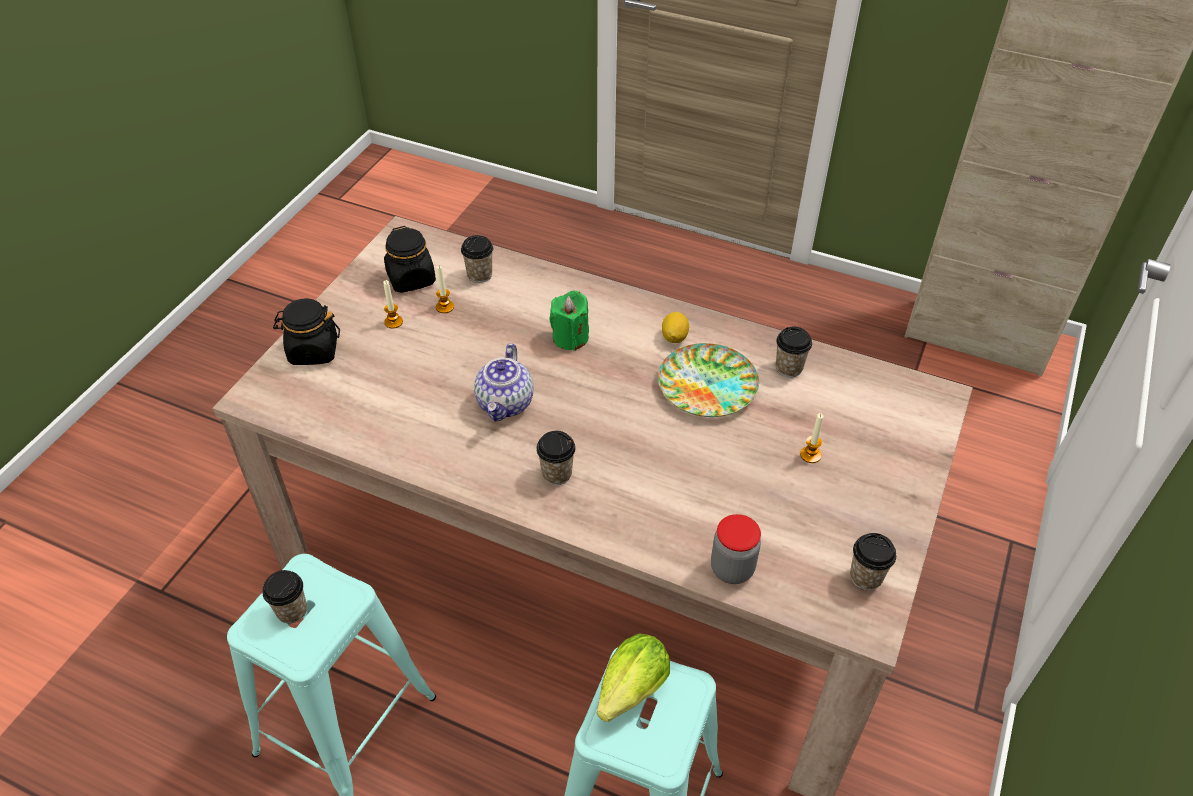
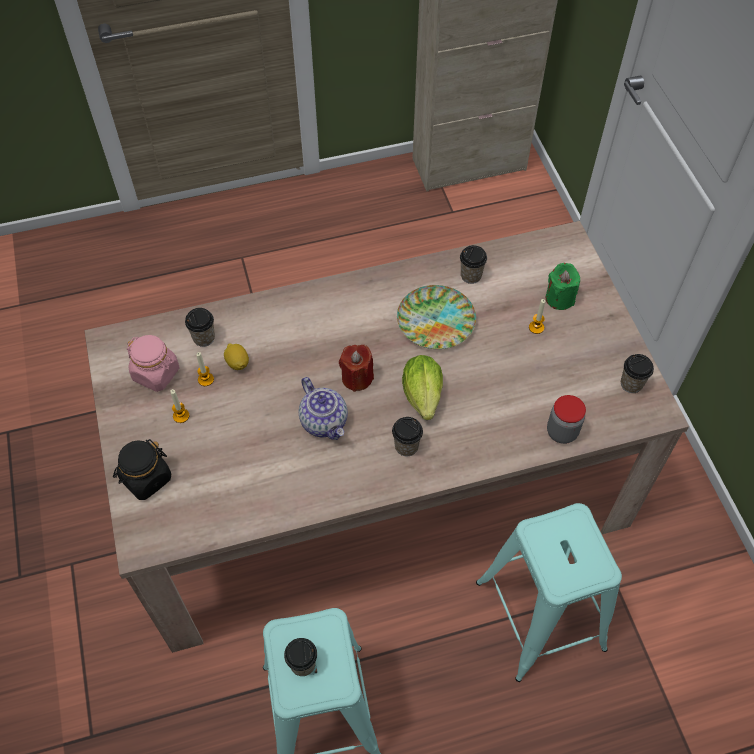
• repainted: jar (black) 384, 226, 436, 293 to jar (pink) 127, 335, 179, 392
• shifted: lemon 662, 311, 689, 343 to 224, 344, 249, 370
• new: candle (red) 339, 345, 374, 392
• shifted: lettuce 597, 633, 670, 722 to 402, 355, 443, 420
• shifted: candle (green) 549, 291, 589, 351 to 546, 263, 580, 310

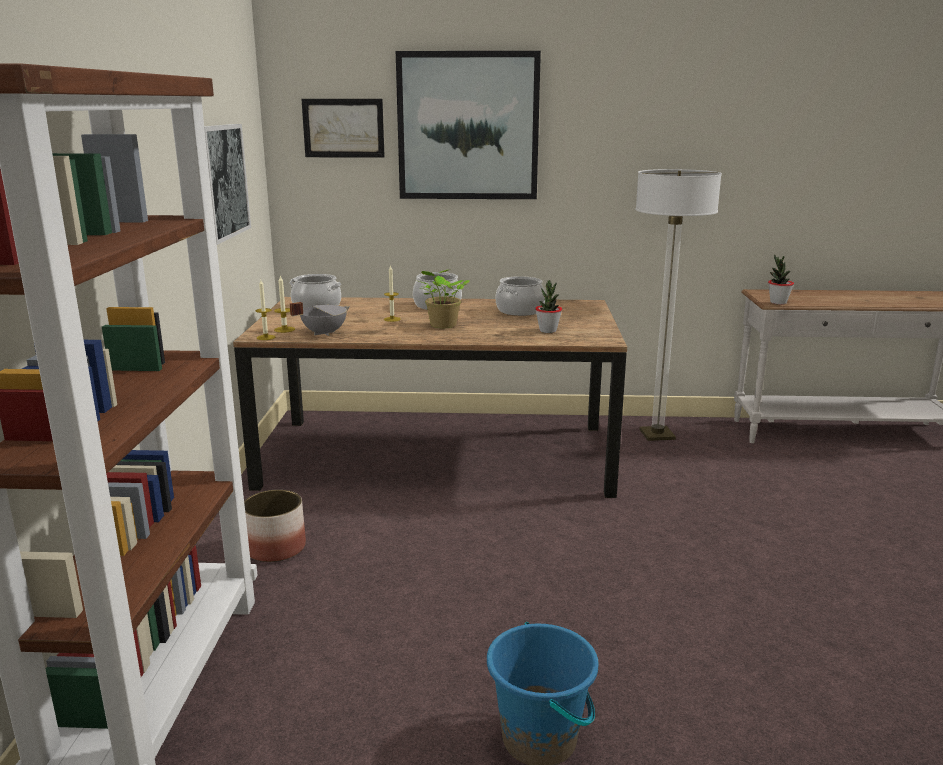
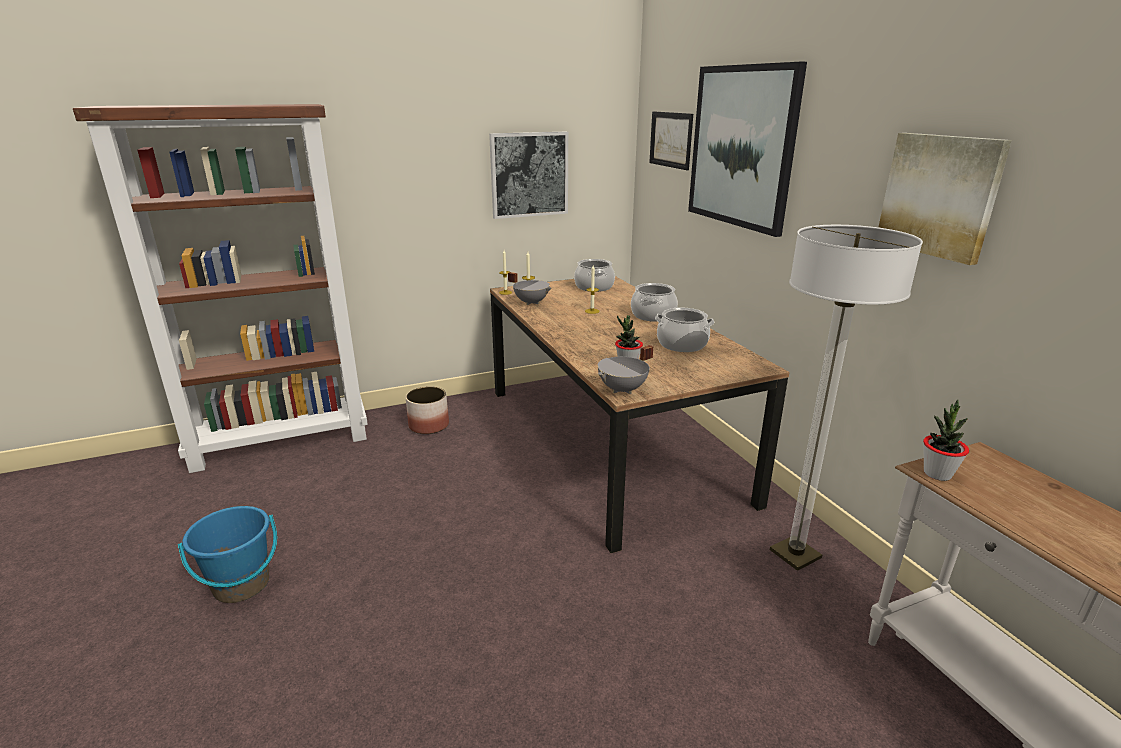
• new: cooking pot (grey) 598, 345, 653, 394
• new: picture 878, 133, 1012, 265
• gone: potted plant 415, 269, 469, 328

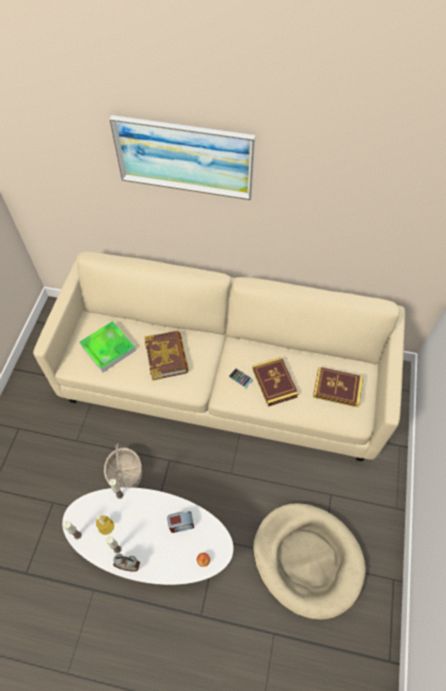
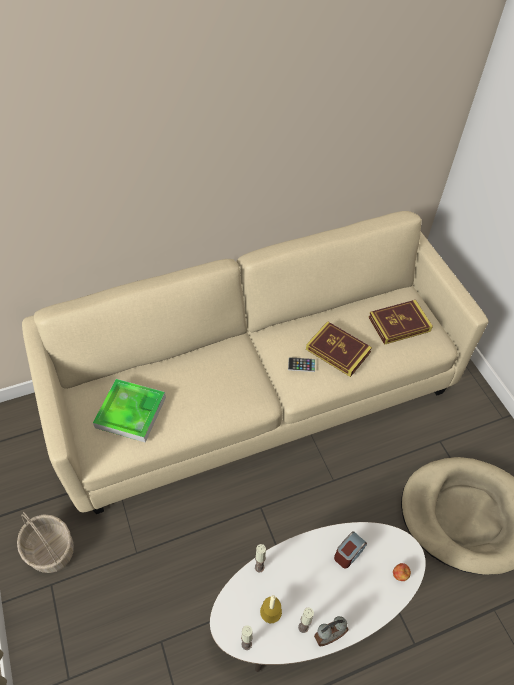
• shifted: basket 104, 443, 142, 488 to 17, 512, 74, 573
• gone: picture 109, 115, 255, 200
• gone: book 145, 331, 189, 381

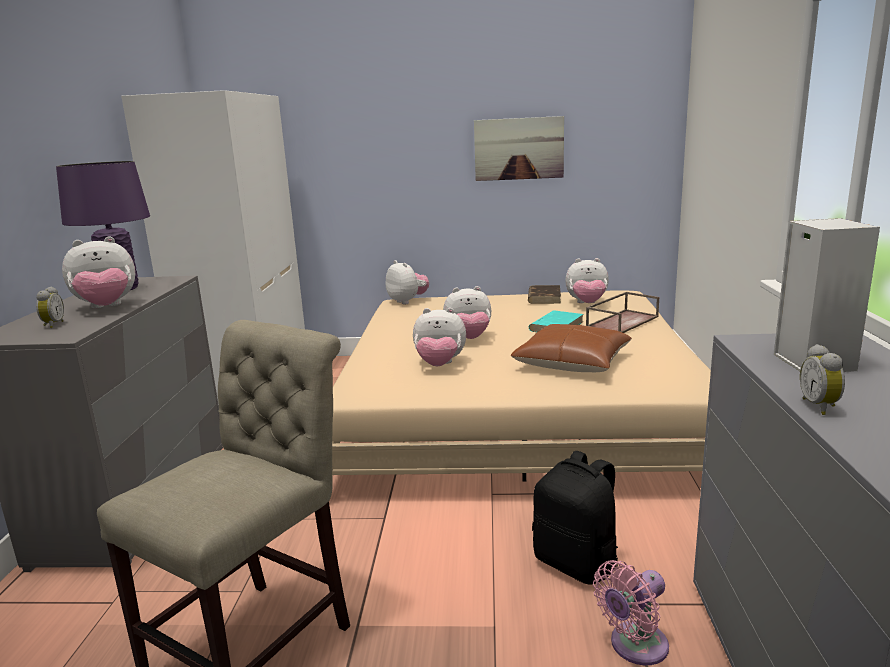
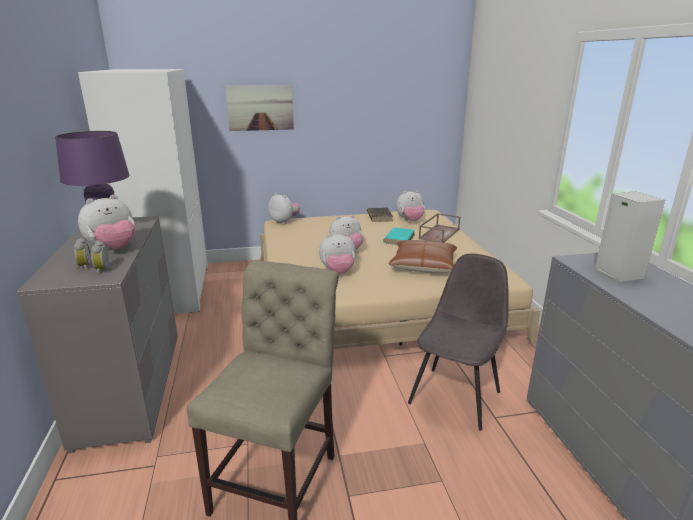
• shifted: alarm clock 800, 344, 845, 415 to 91, 241, 111, 274
• shifted: picture 474, 116, 564, 181 to 225, 85, 294, 131
• swapped: backpack (black) 532, 451, 618, 585 to chair (grey) 408, 254, 509, 431
• gone: fan (pink) 593, 560, 669, 665

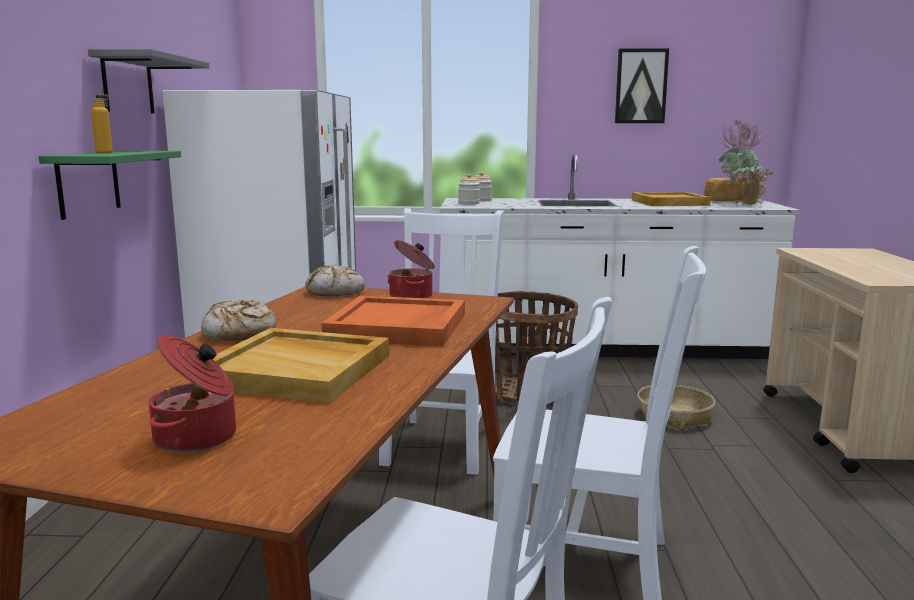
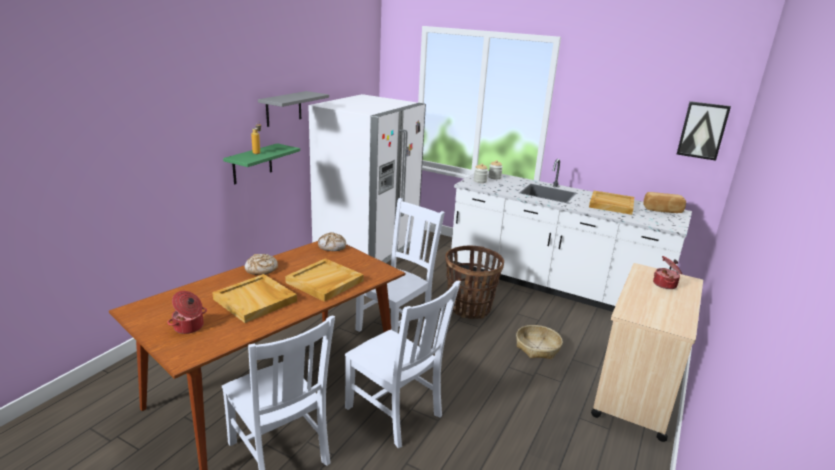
• repainted: tray (orange) 321, 296, 465, 347 to tray (beige) 285, 258, 364, 302
• shifted: cooking pot 388, 240, 434, 298 to 653, 256, 682, 289
• shifted: picture 615, 48, 669, 123 to 677, 101, 731, 161
• gone: potted plant 719, 119, 773, 205

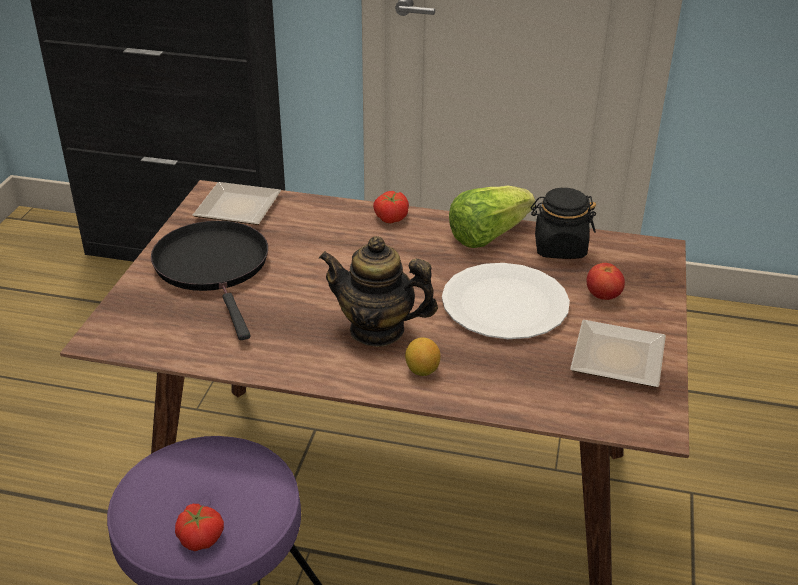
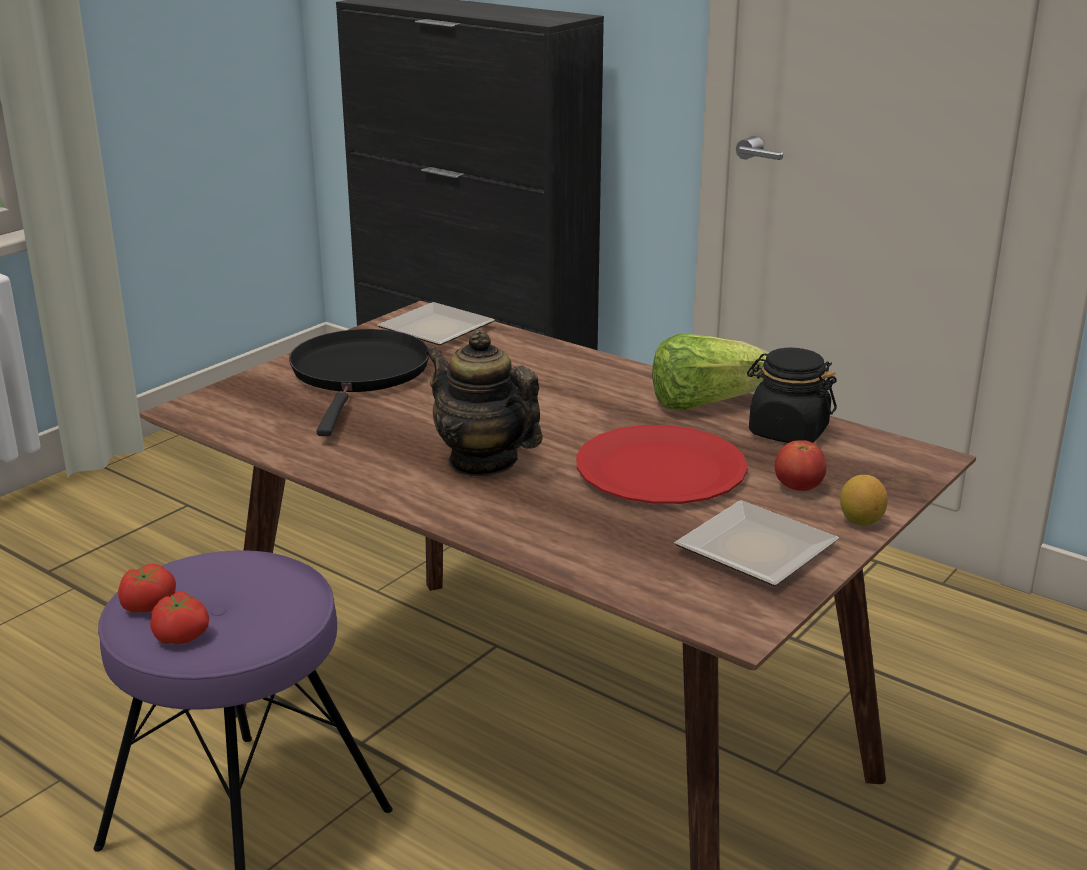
• shifted: tomato 373, 191, 409, 223 to 118, 564, 176, 613
• repainted: plate (white) 442, 263, 570, 339 to plate (red) 576, 425, 748, 504
• shifted: lemon 405, 337, 441, 376 to 840, 475, 888, 526

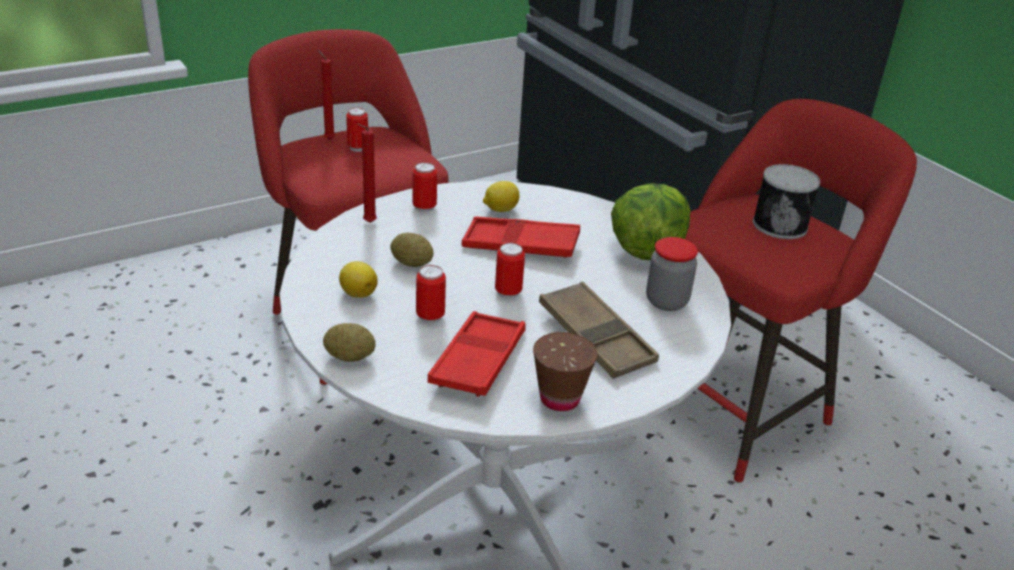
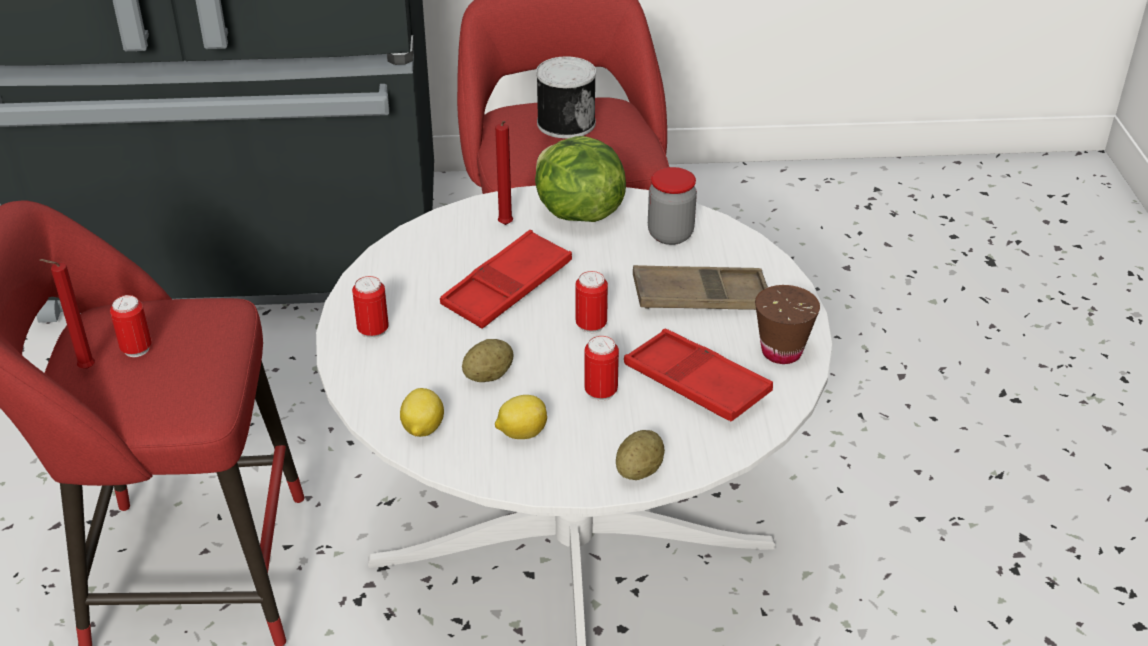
• shifted: lemon 483, 181, 519, 212 to 400, 388, 444, 437
• shifted: candle (red) 357, 123, 377, 223 to 495, 121, 513, 225

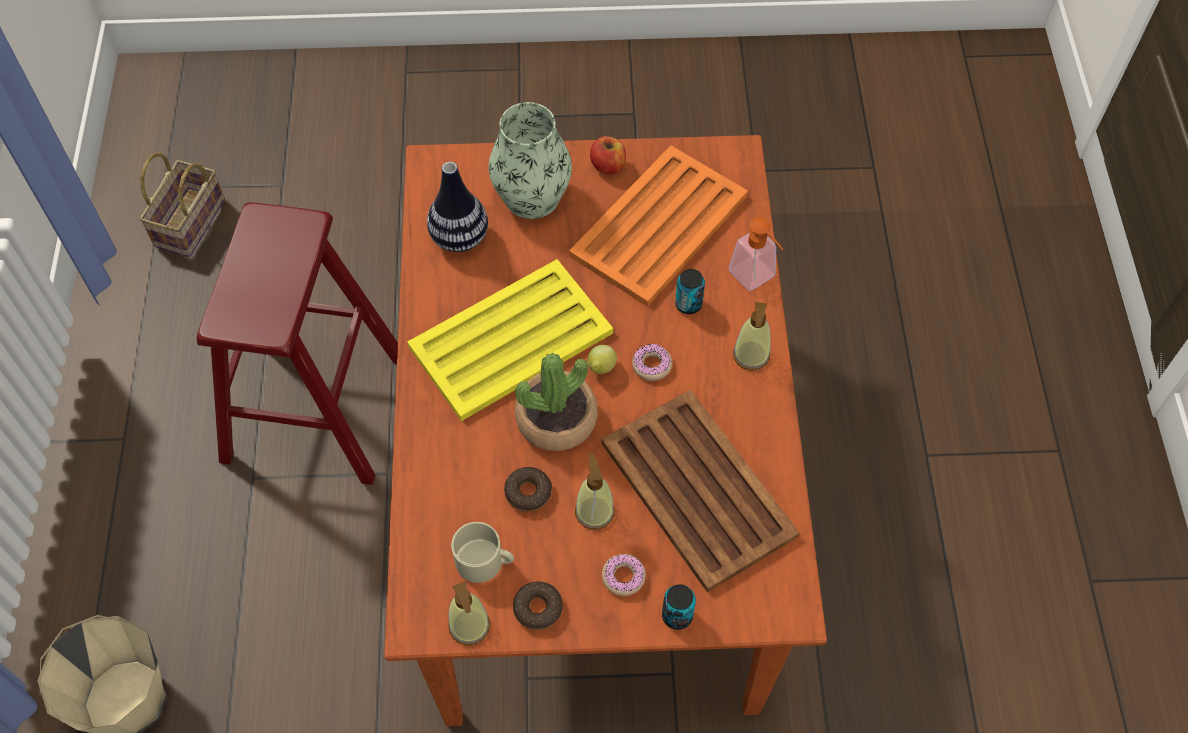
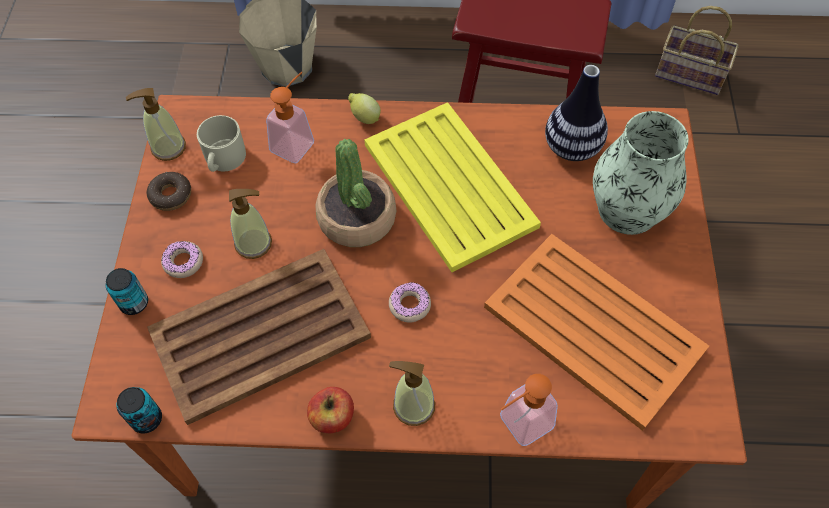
• shifted: can 675, 269, 705, 314 to 116, 387, 162, 434
• new: soap dispenser 266, 72, 314, 163
• shifted: apple 590, 136, 626, 175 to 307, 387, 354, 433
• shifted: lemon 587, 345, 617, 374 to 348, 93, 381, 124
• gone: donut 504, 467, 552, 512

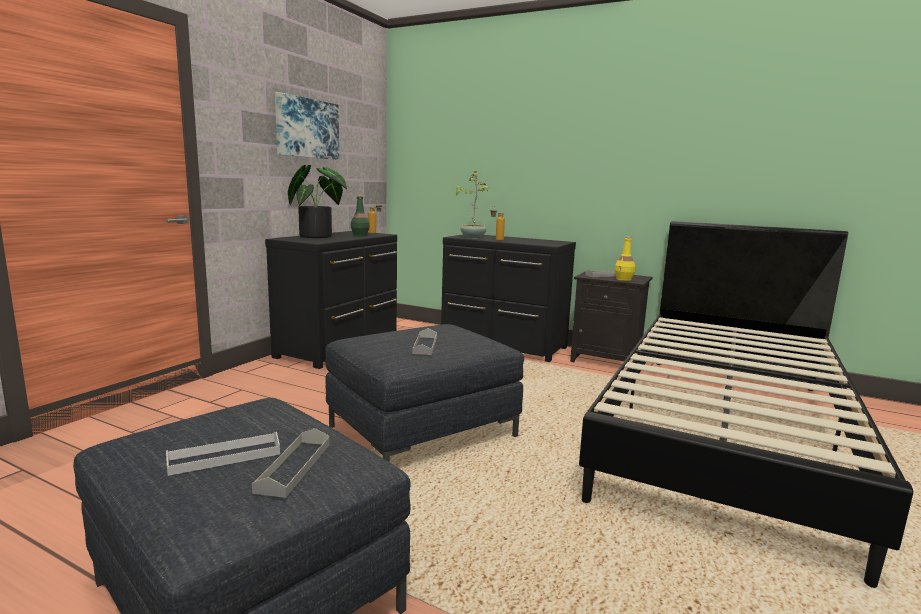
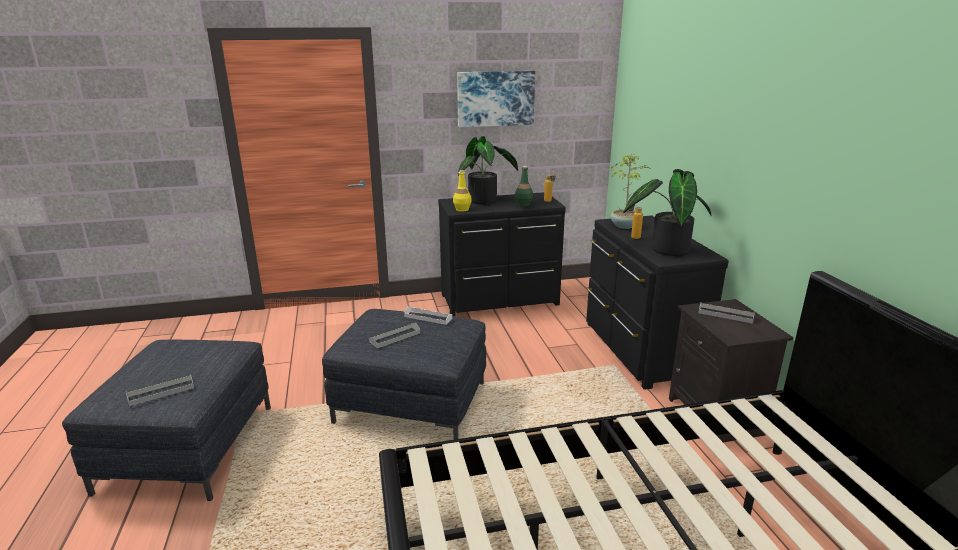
• shifted: tray (white) 166, 432, 280, 476 to 404, 307, 452, 325
• shifted: bottle (yellow) 614, 236, 636, 281 to 453, 170, 472, 212
• new: potted plant 623, 169, 711, 256

